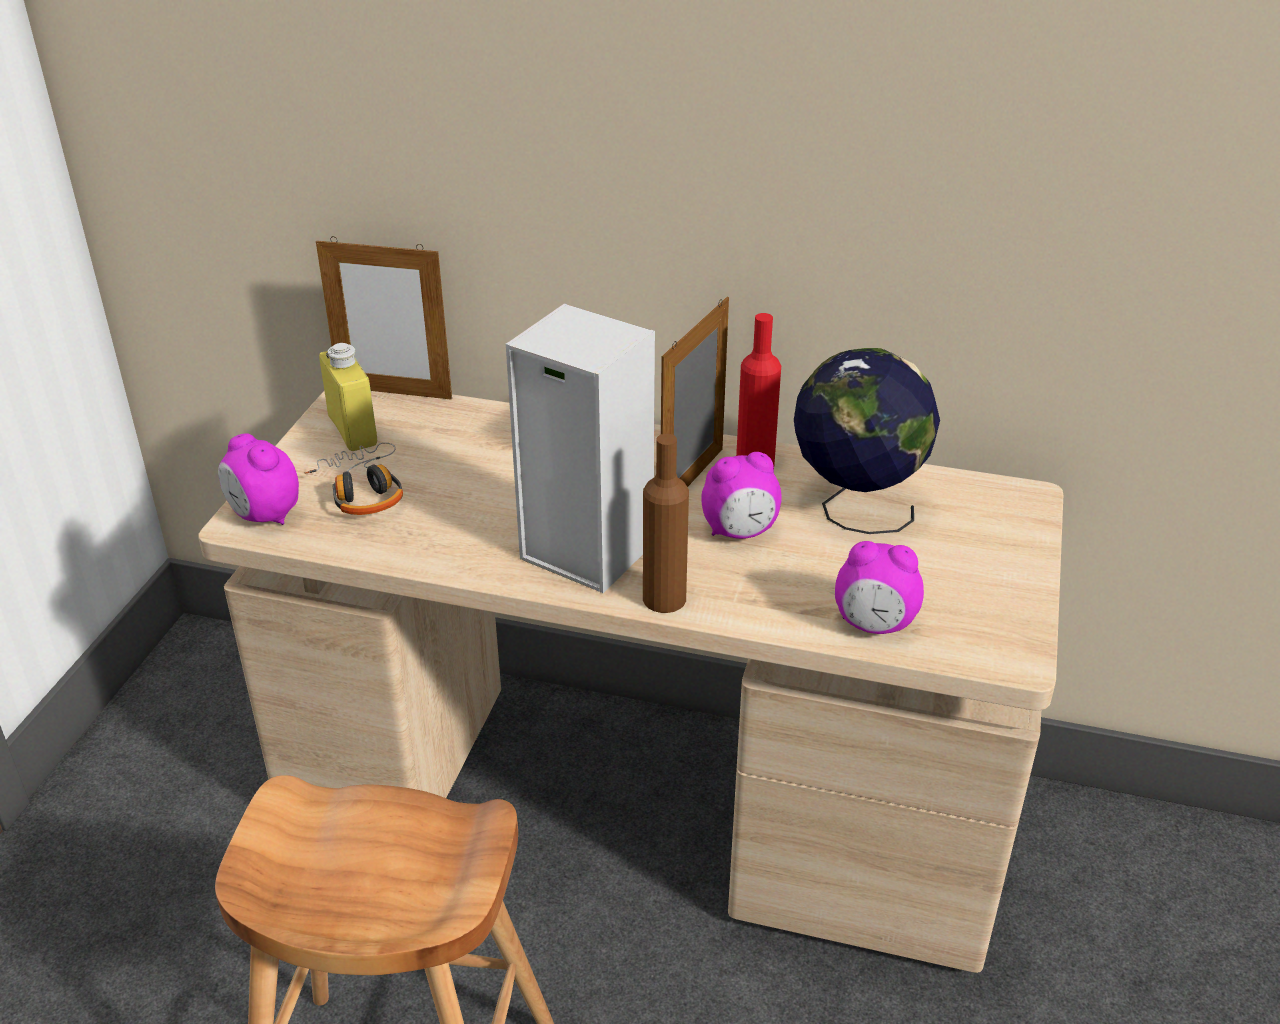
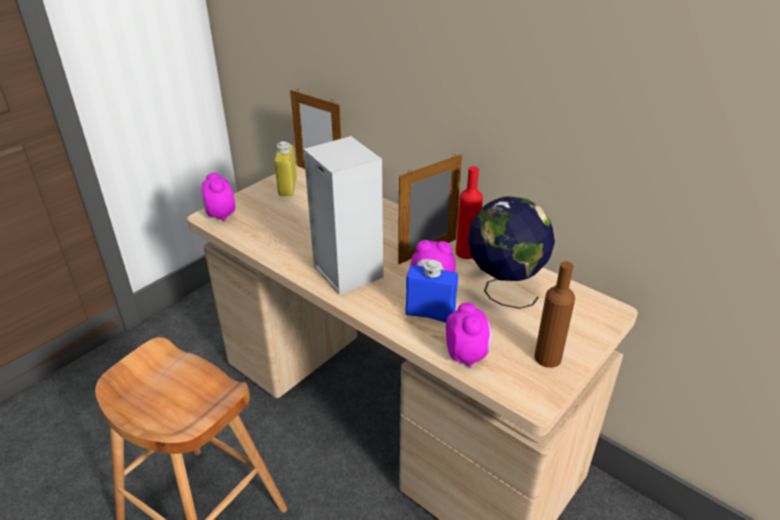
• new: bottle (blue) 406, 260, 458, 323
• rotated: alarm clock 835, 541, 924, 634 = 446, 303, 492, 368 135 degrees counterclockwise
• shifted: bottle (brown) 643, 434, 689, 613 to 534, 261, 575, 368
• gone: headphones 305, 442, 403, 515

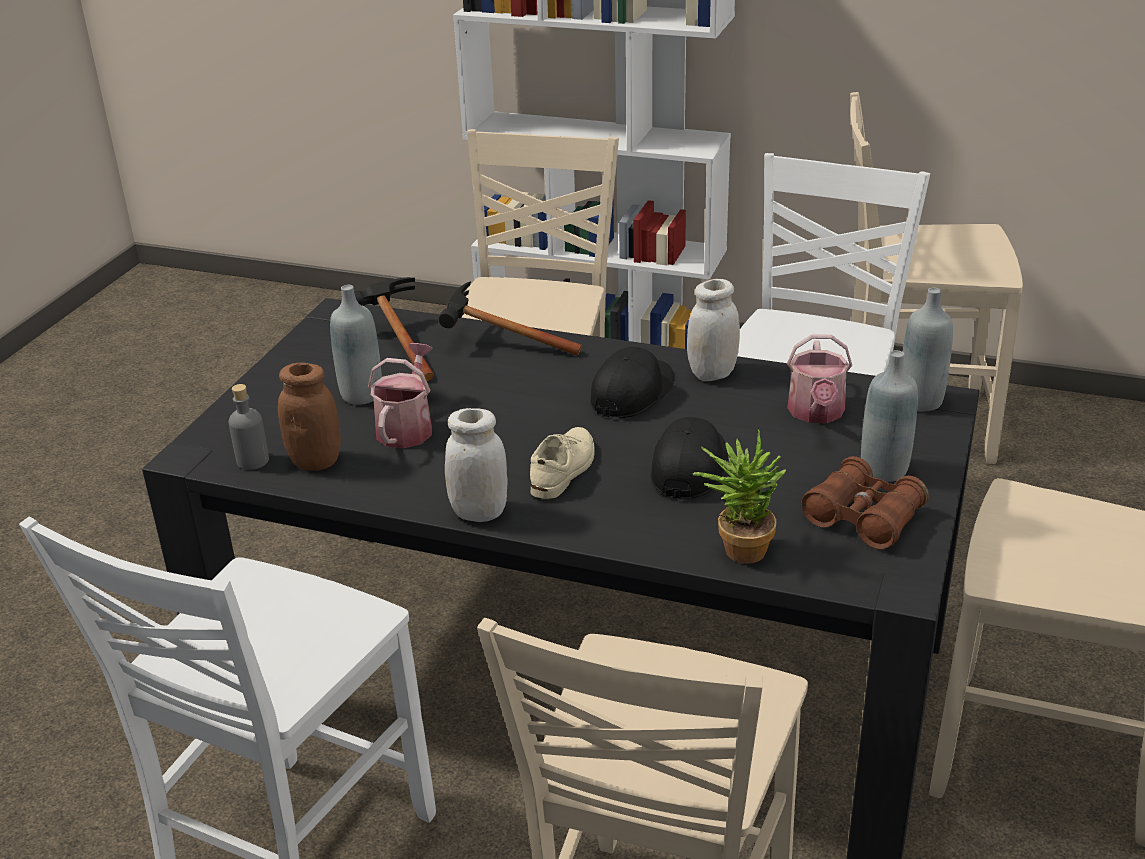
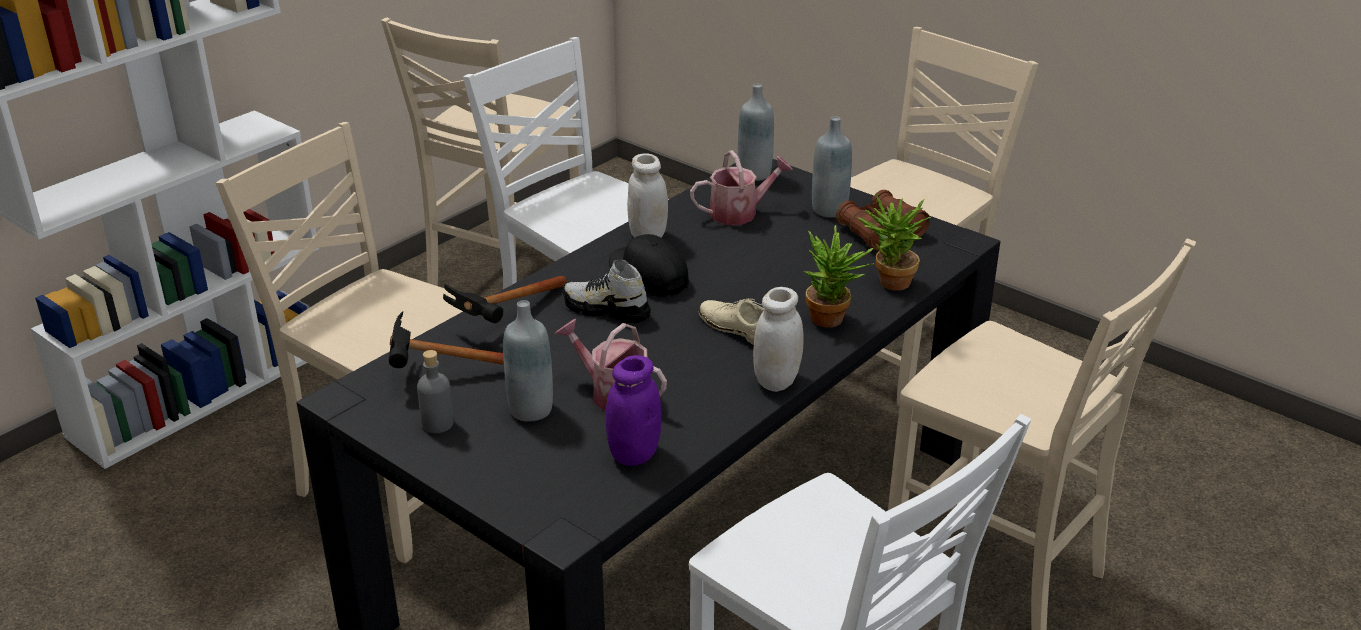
• shifted: bottle (grey) 228, 384, 269, 470 to 417, 350, 454, 433
• new: shoe 562, 260, 651, 323
• repainted: jar (brown) 278, 363, 341, 471 to jar (purple) 605, 355, 662, 466
• rotated: watering can 787, 334, 852, 423 = 690, 150, 793, 225 45 degrees counterclockwise
• new: potted plant 804, 225, 874, 327
• gone: cap (black) 651, 417, 728, 499

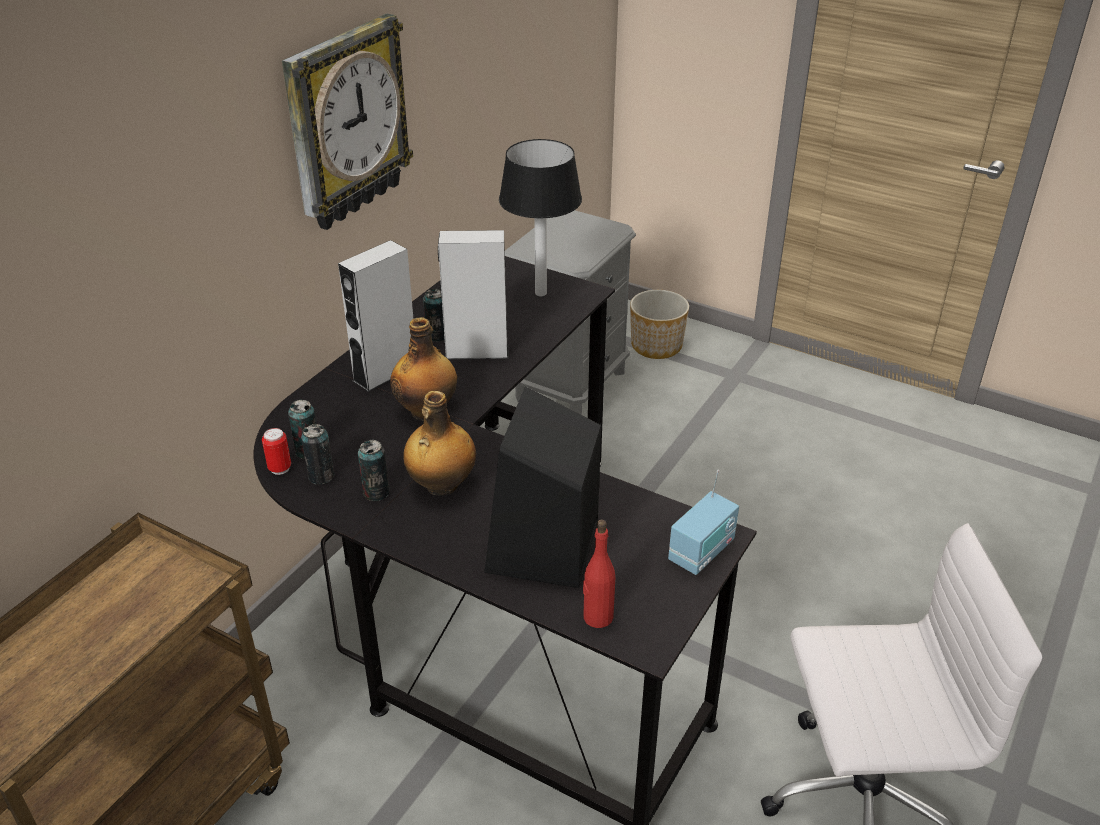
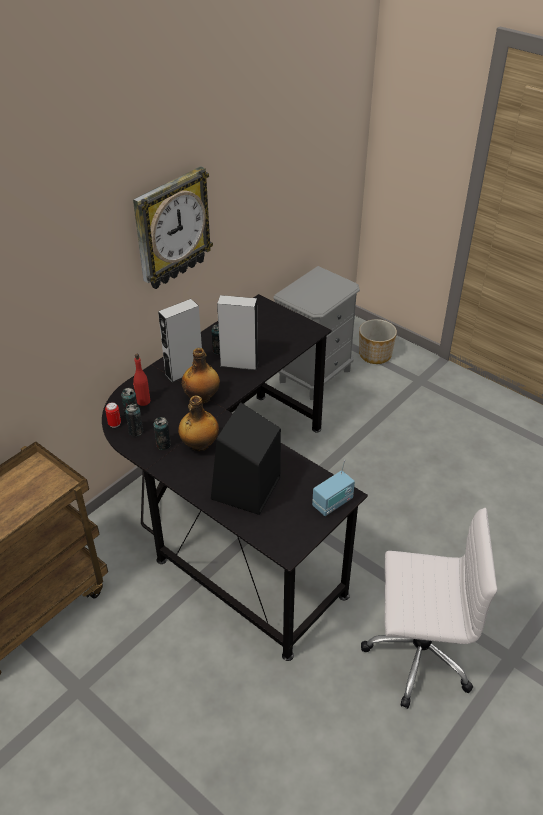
• shifted: bottle (red) 583, 520, 615, 628 to 133, 354, 150, 406
• gone: table lamp 499, 139, 582, 296

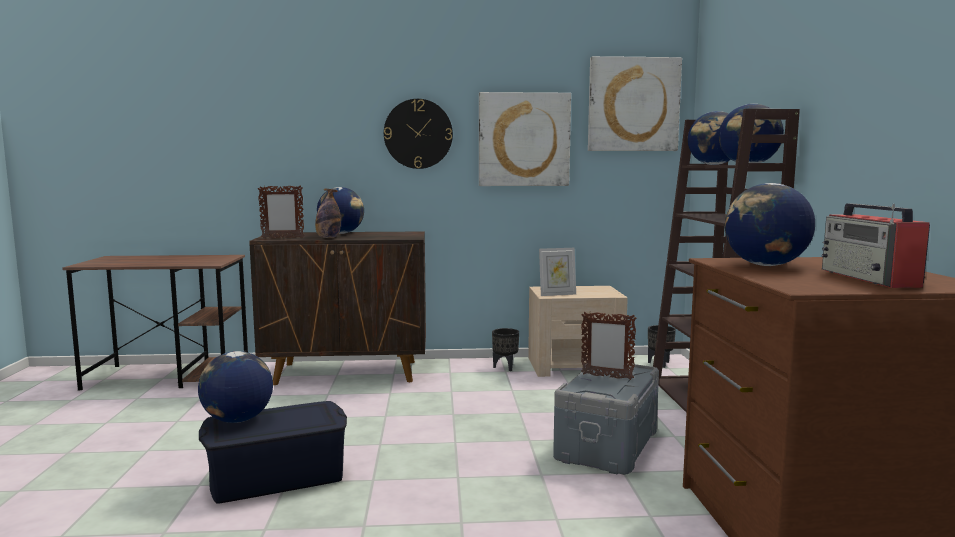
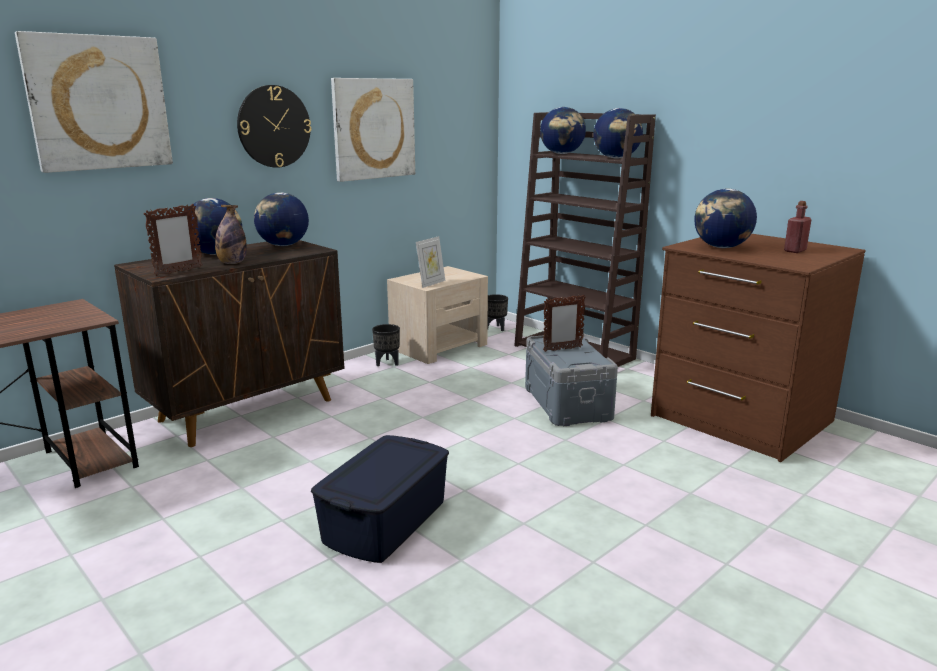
• shifted: picture 588, 56, 682, 151 to 15, 31, 173, 173
• shifted: globe 198, 351, 273, 423 to 254, 192, 309, 246
• swapped: radio 822, 203, 930, 288 to bottle (red) 784, 201, 812, 253

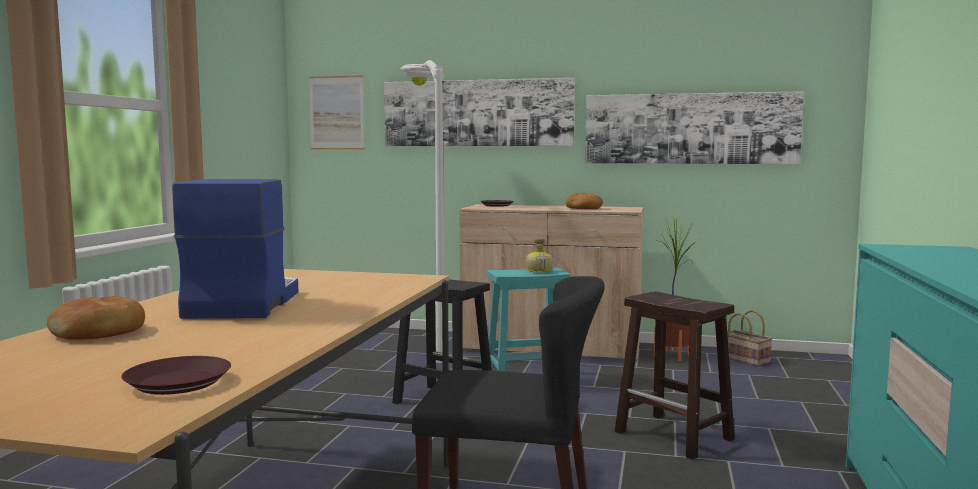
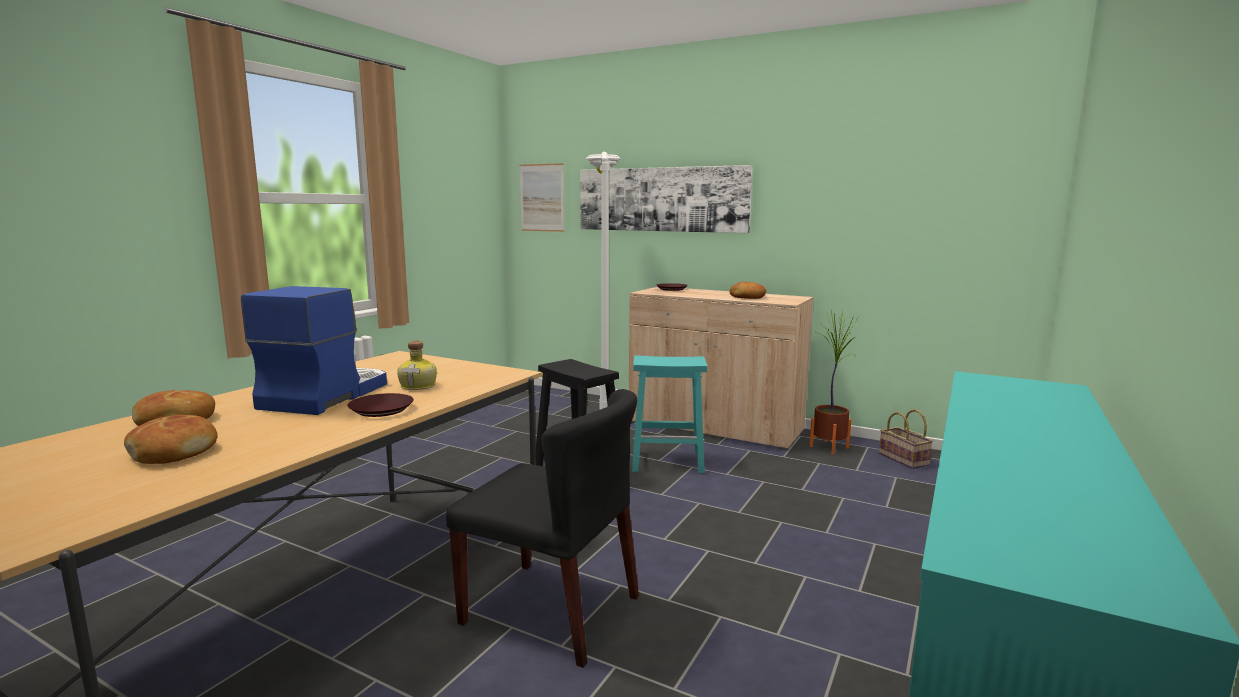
• new: bread 124, 415, 218, 464
• shifted: plate (brown) 121, 356, 231, 395 to 348, 393, 414, 417
• shifted: bottle 526, 238, 553, 272 to 397, 341, 437, 390
• gone: picture 585, 91, 804, 164
• gone: stool (brown) 615, 291, 735, 460

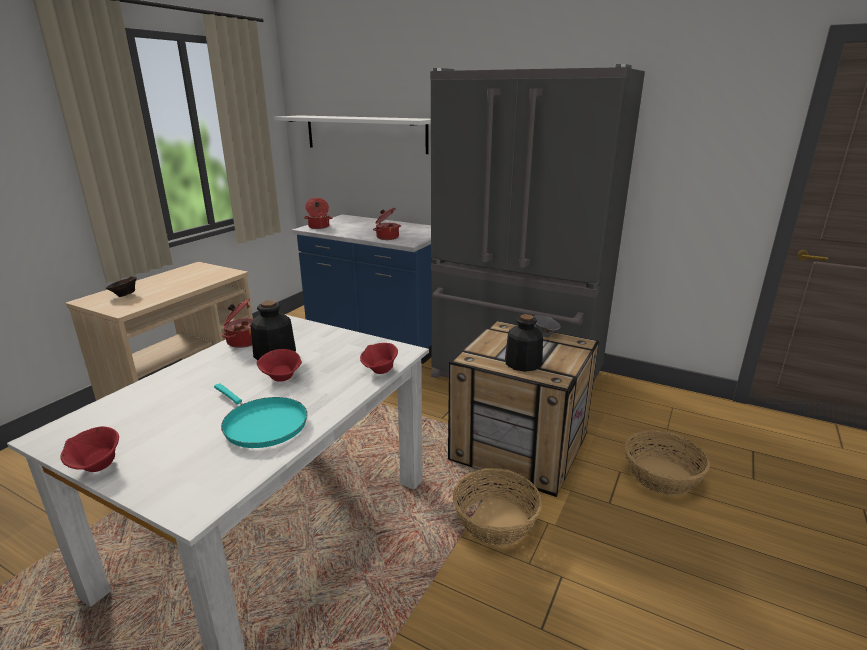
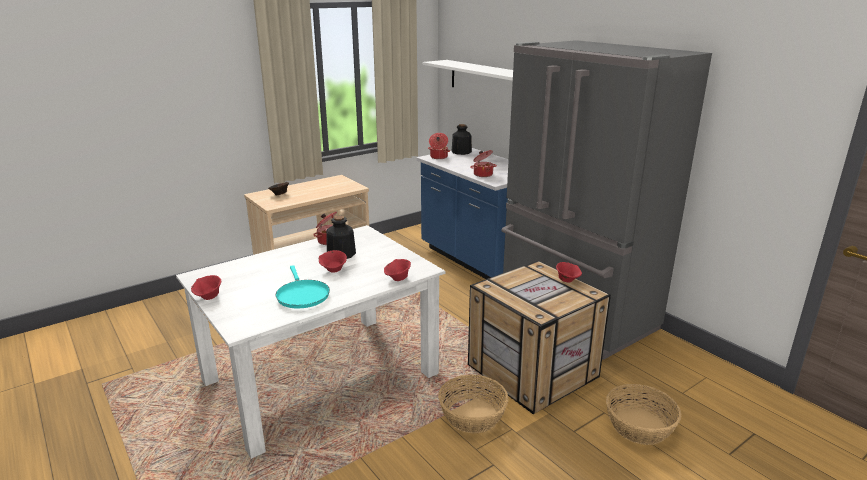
• shifted: bottle 505, 314, 543, 372 to 452, 124, 472, 155
• repainted: bowl (grey) 533, 315, 561, 337 to bowl (red) 556, 262, 582, 283

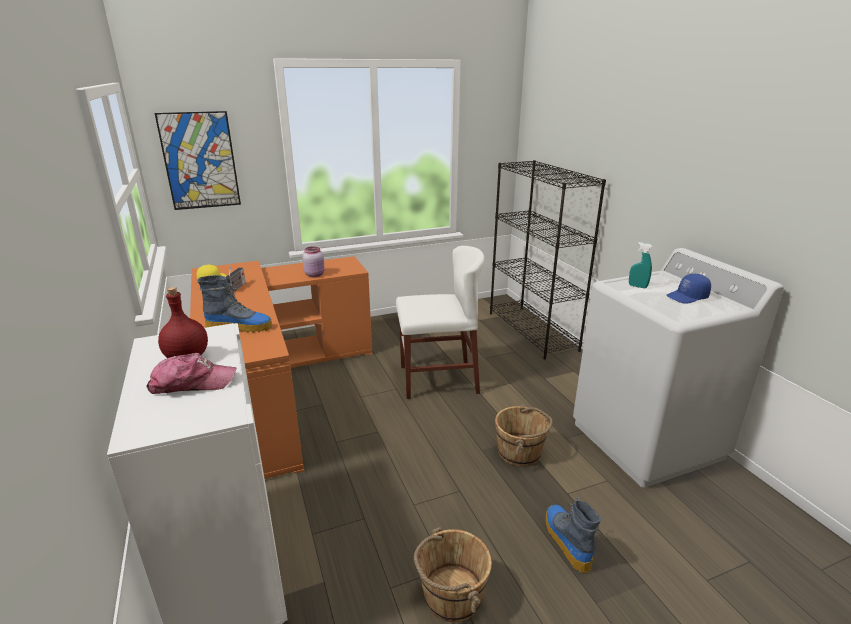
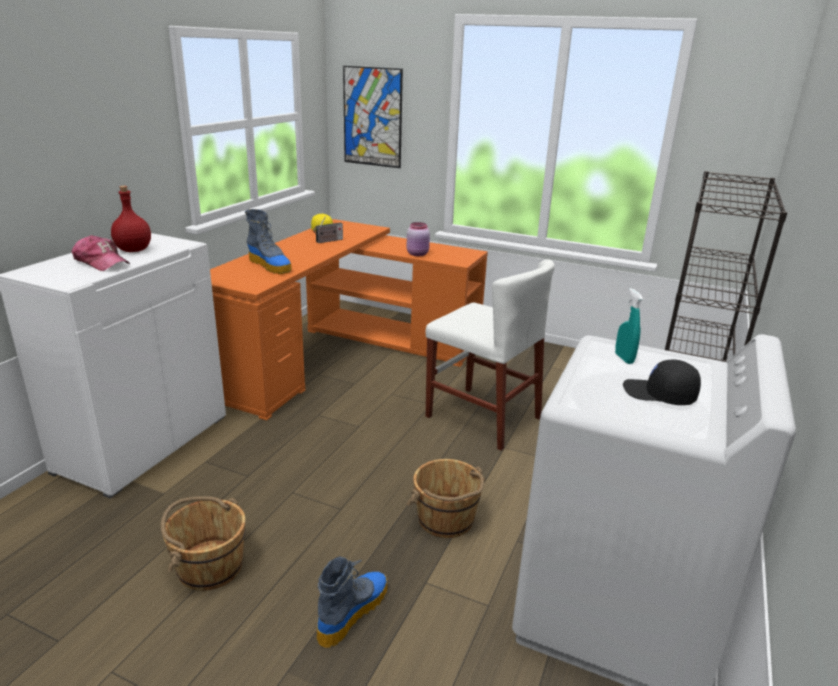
• repainted: cap (blue) 667, 274, 711, 303 to cap (black) 623, 360, 701, 405

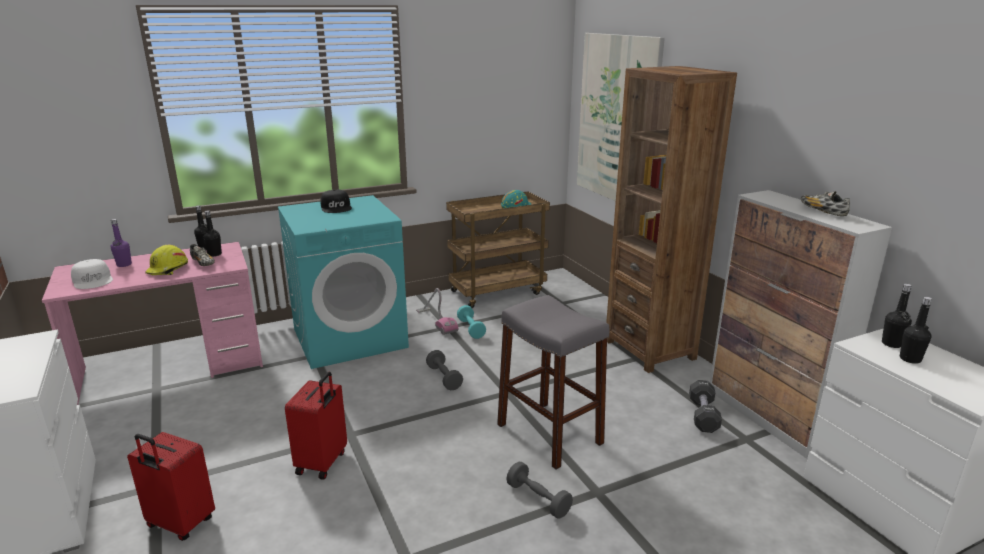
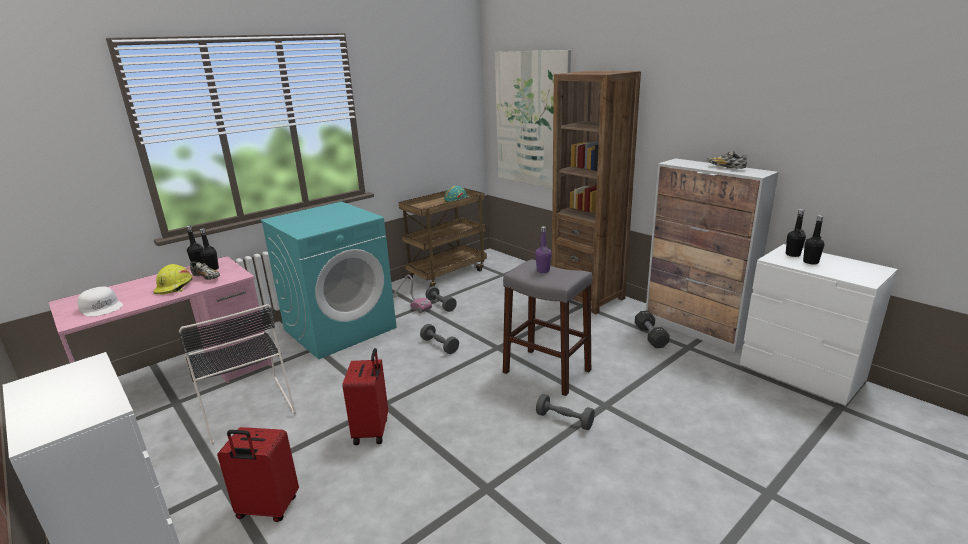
• new: chair (black) 179, 304, 296, 445
• repainted: dumbbell (turquoise) 457, 305, 486, 339 to dumbbell (grey) 426, 286, 457, 312
• shifted: bottle (purple) 111, 219, 132, 267 to 535, 226, 552, 273
• gone: cap (black) 320, 190, 352, 213

